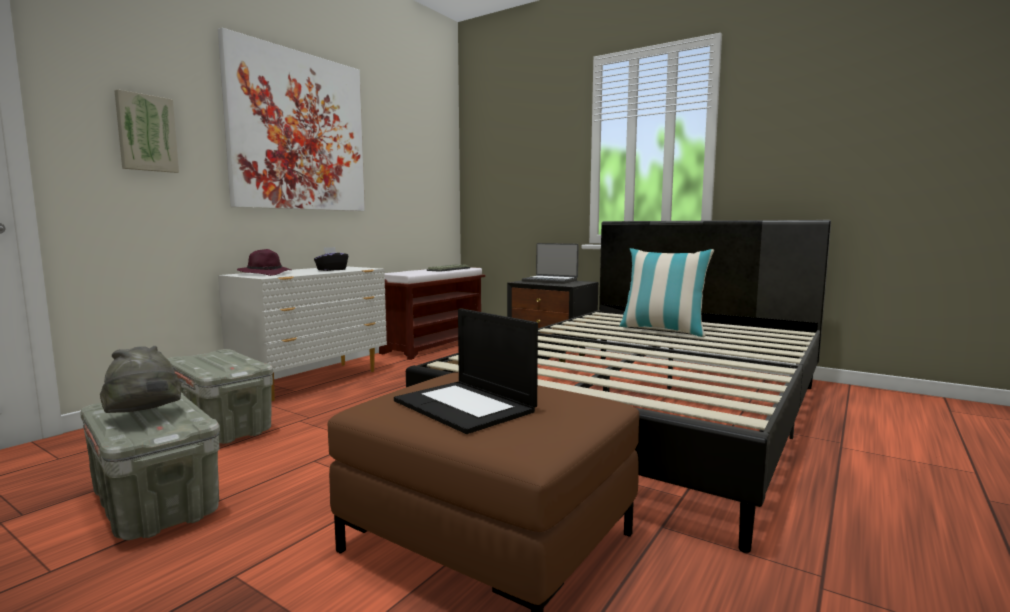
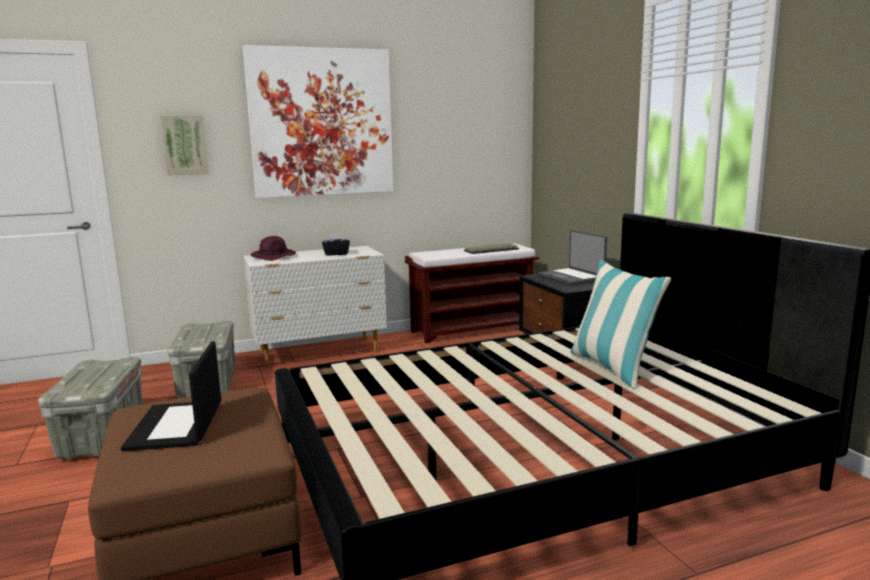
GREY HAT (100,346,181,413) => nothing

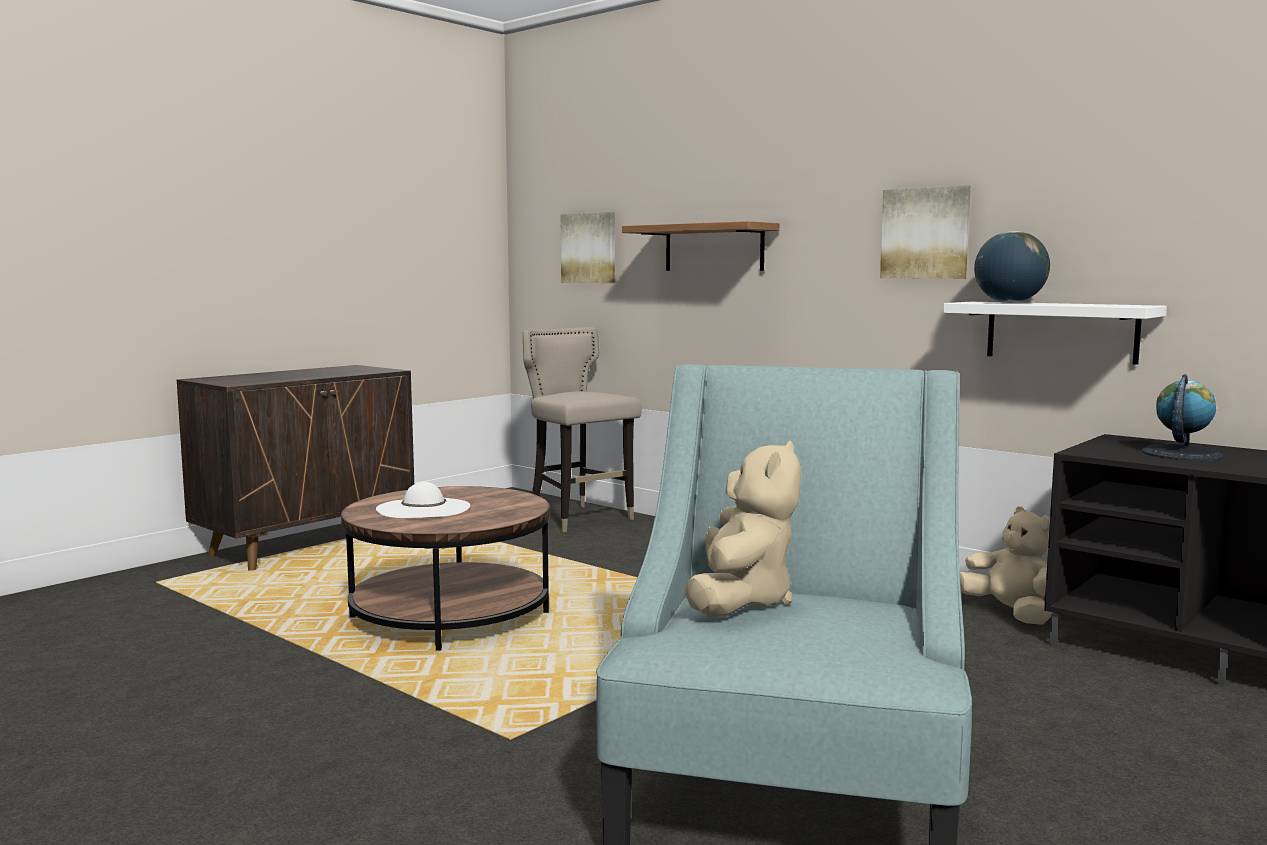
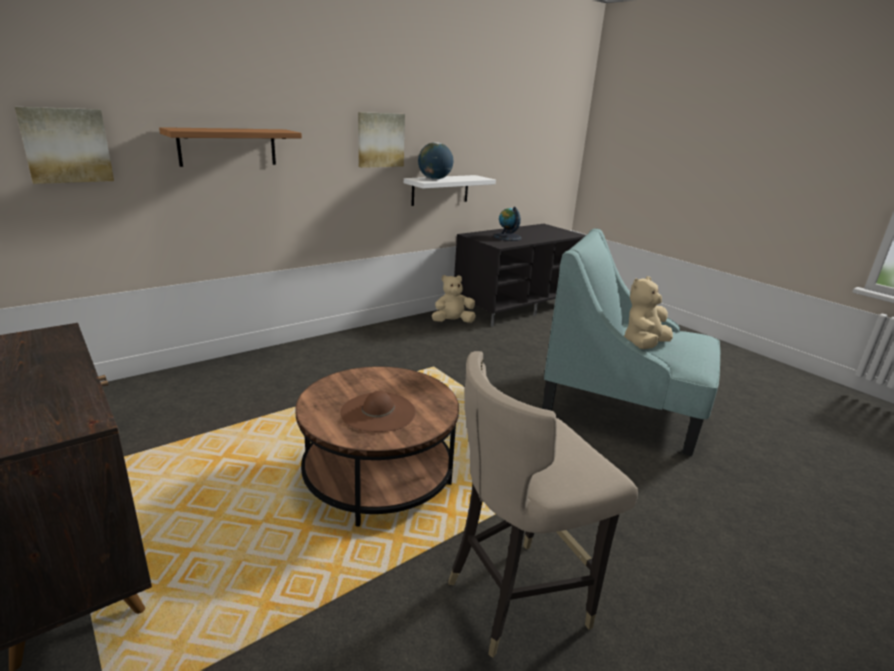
BEIGE STOOL (523,327,642,532) => BEIGE STOOL (448,351,638,658), relocated
BEIGE PLUSH TOY (685,441,801,617) => BEIGE PLUSH TOY (624,276,673,349), 75 degrees counterclockwise
WHITE HAT (376,482,470,518) => BROWN HAT (341,391,416,432)

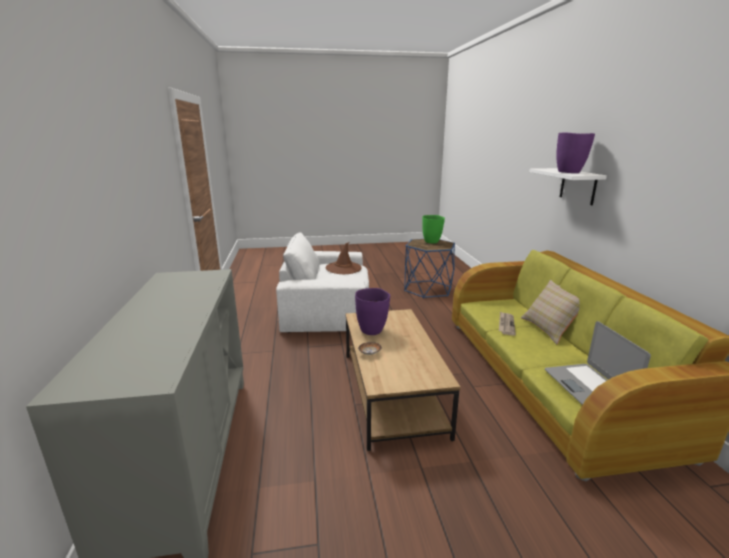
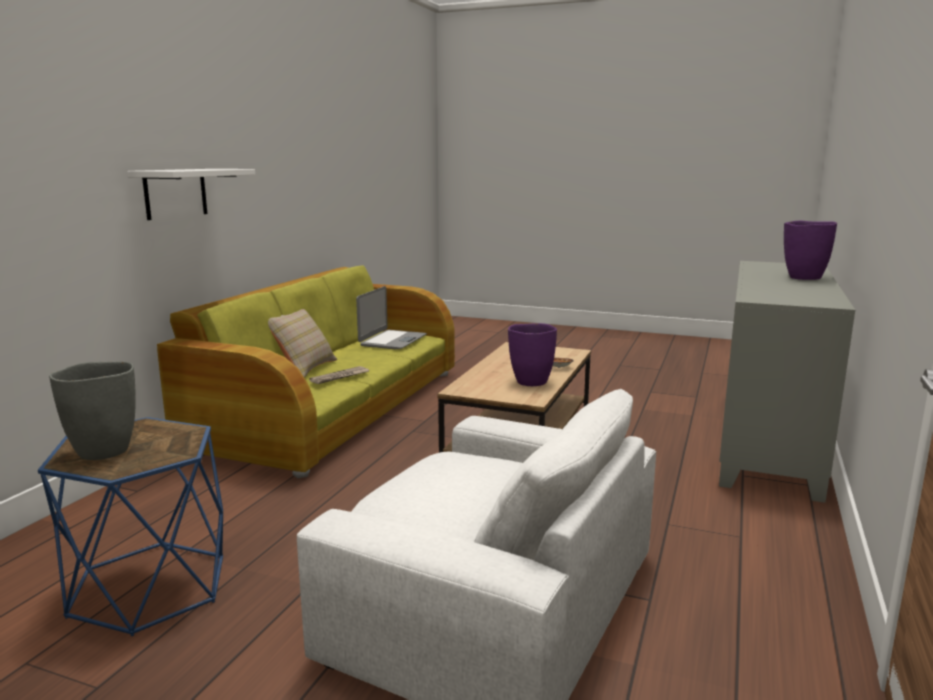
PURPLE VASE (556,132,595,173) => PURPLE VASE (784,221,837,280), relocated
GREEN VASE (422,215,445,244) => GREY VASE (49,362,136,460)
BROWN HAT (326,242,362,274) => nothing

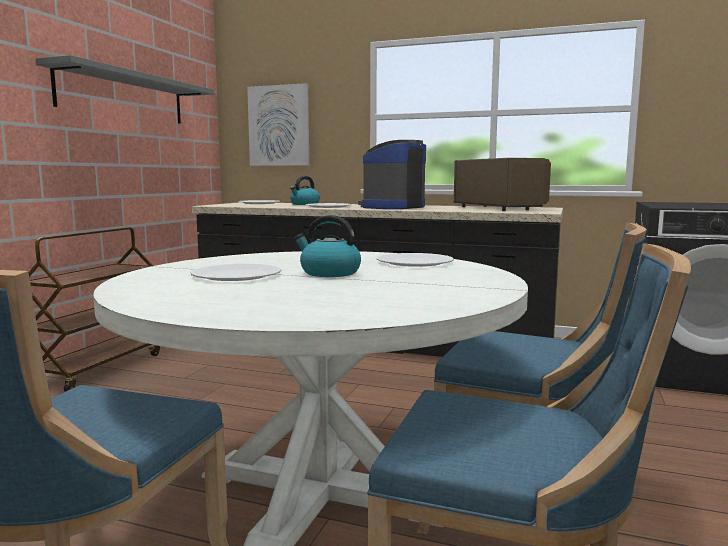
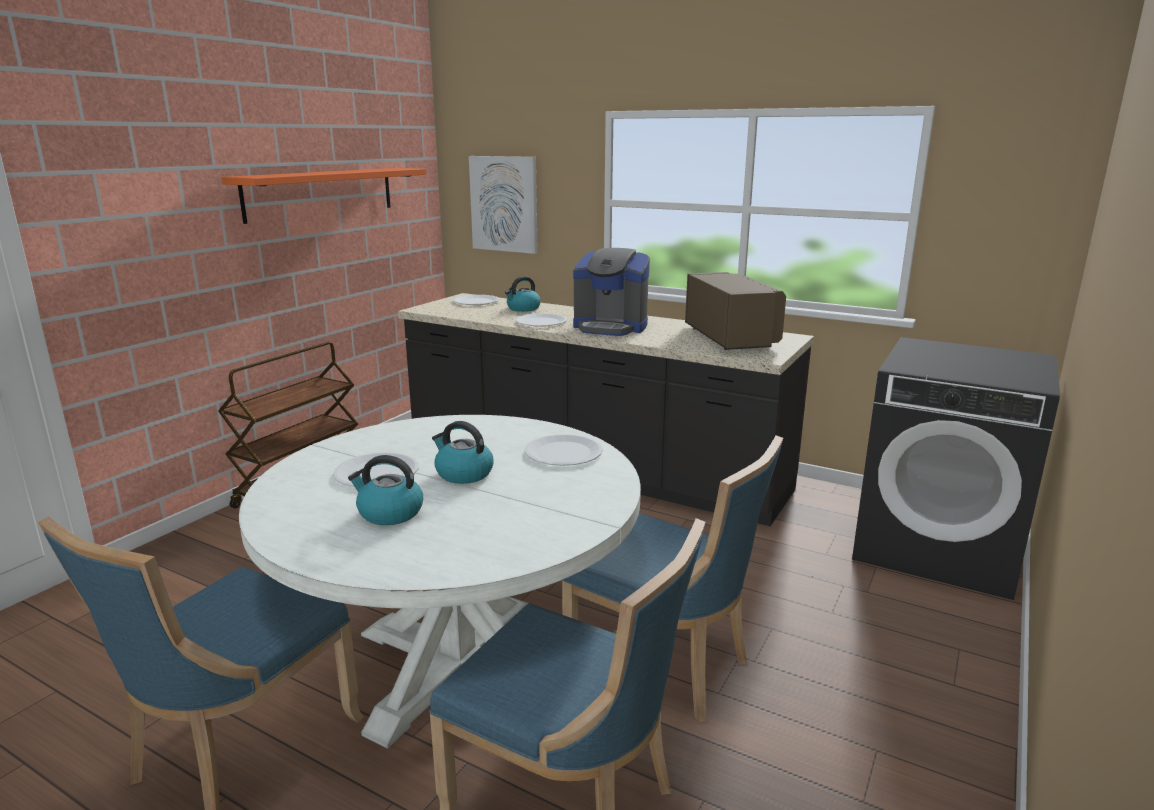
GREY SHELF (35,55,214,124) => ORANGE SHELF (221,168,426,224)
COFFEE MACHINE (358,140,426,209) => COFFEE MACHINE (573,248,650,336), 120 degrees counterclockwise
nothing => KETTLE (348,455,423,525)

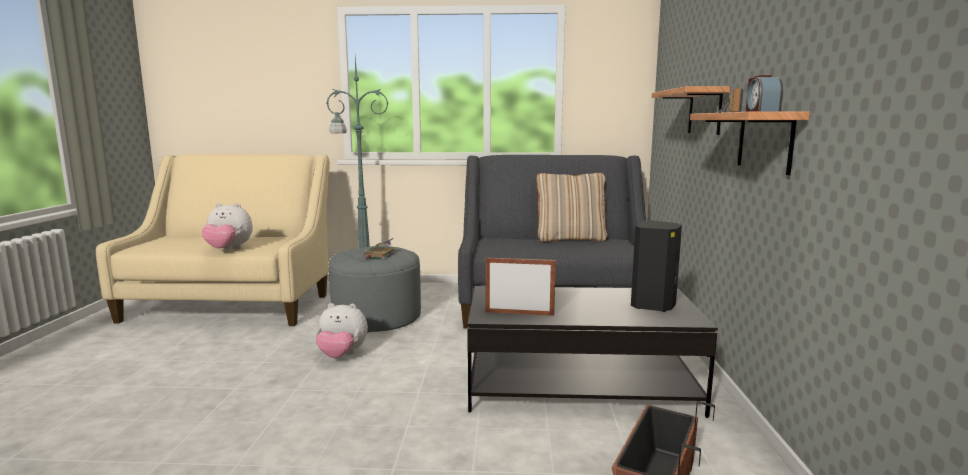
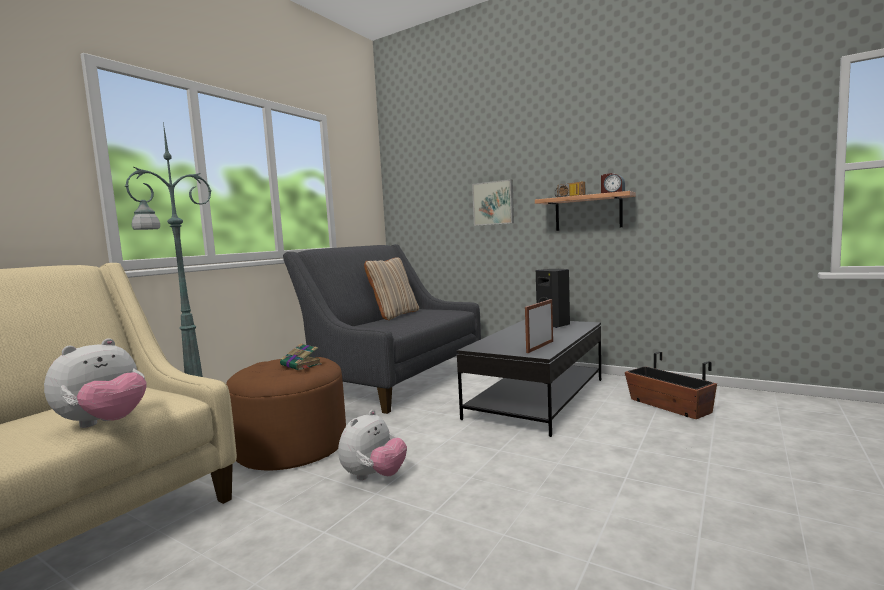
SHELF (652,86,730,135) => PICTURE (472,179,514,226)
GREY OTTOMAN (329,246,421,333) => BROWN OTTOMAN (226,357,346,470)

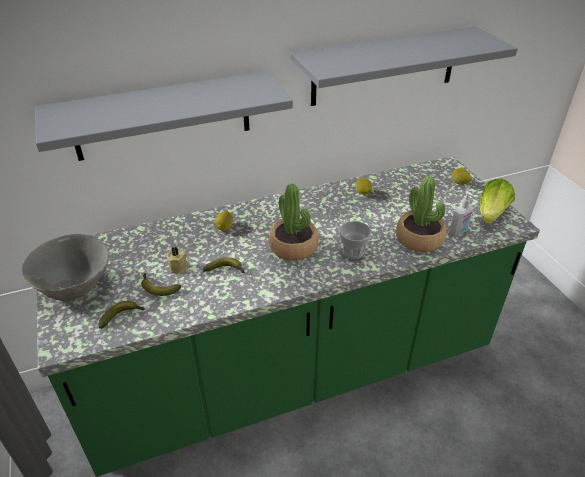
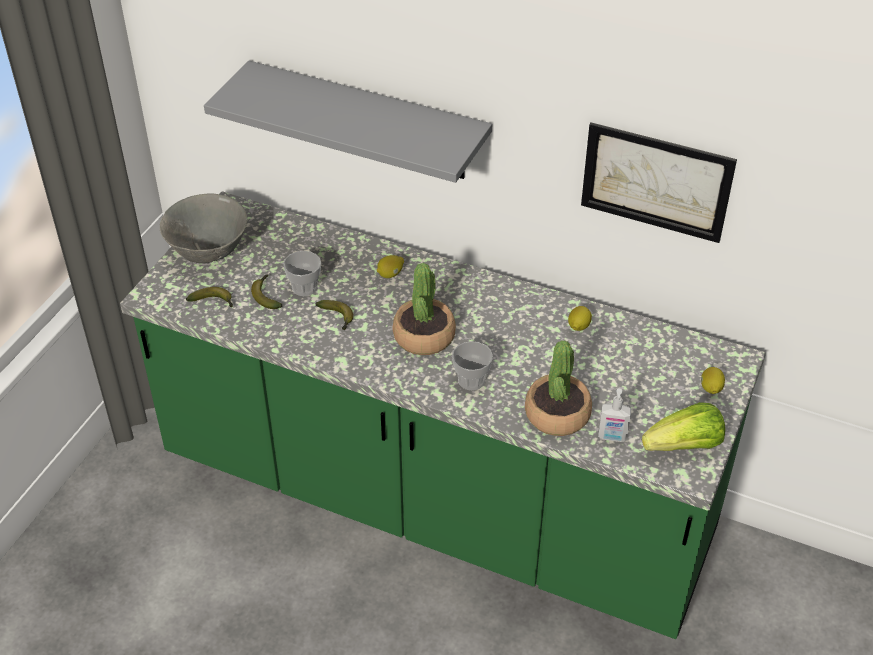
GREY SHELF (291,26,518,106) => PICTURE (581,122,737,243)
BEIGE CANDLE (166,247,189,274) => CUP (283,251,321,296)

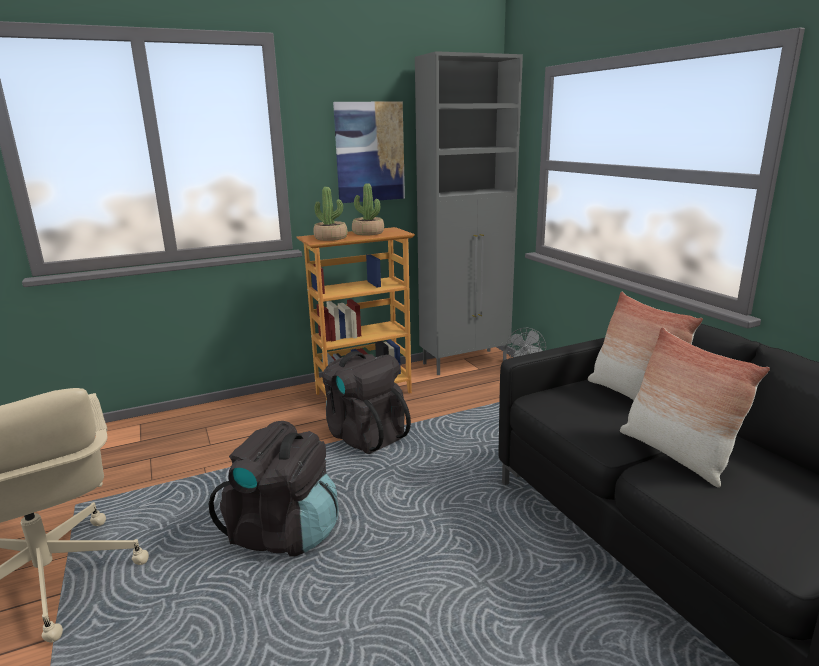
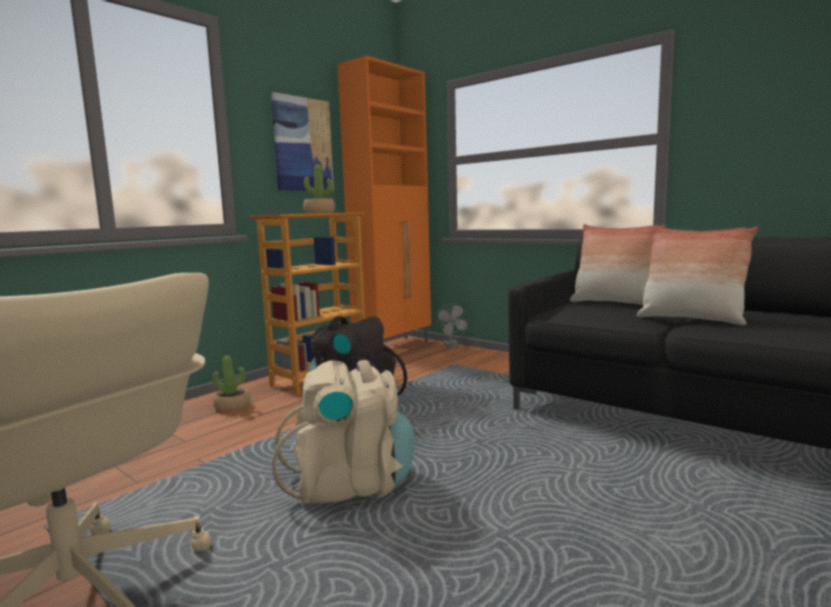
GREY CABINET (415,51,523,375) => ORANGE CABINET (337,55,431,343)
POTTED PLANT (313,187,347,241) => POTTED PLANT (212,355,250,412), relocated
BLACK BACKPACK (209,421,339,557) => BEIGE BACKPACK (272,360,415,505)

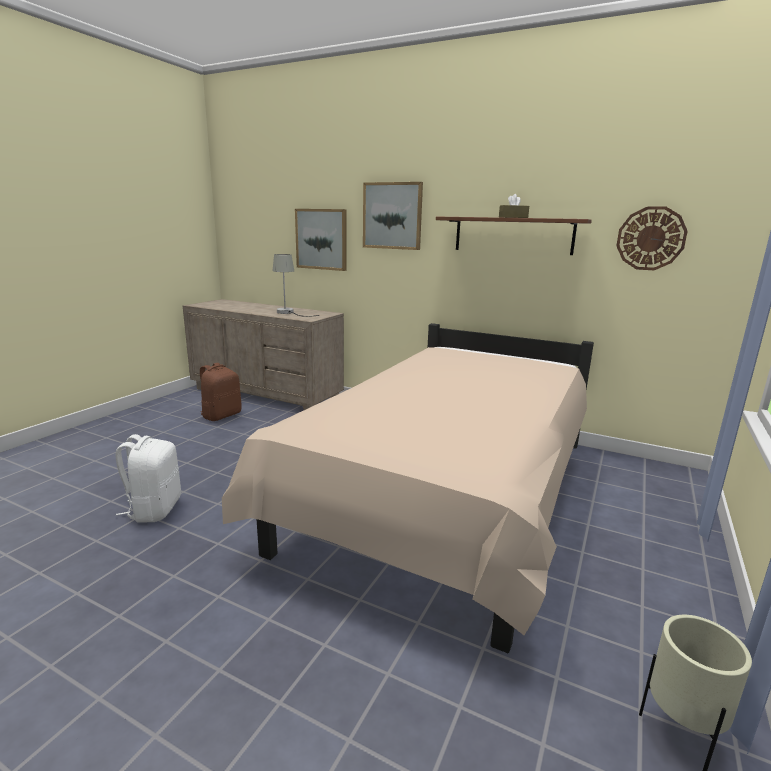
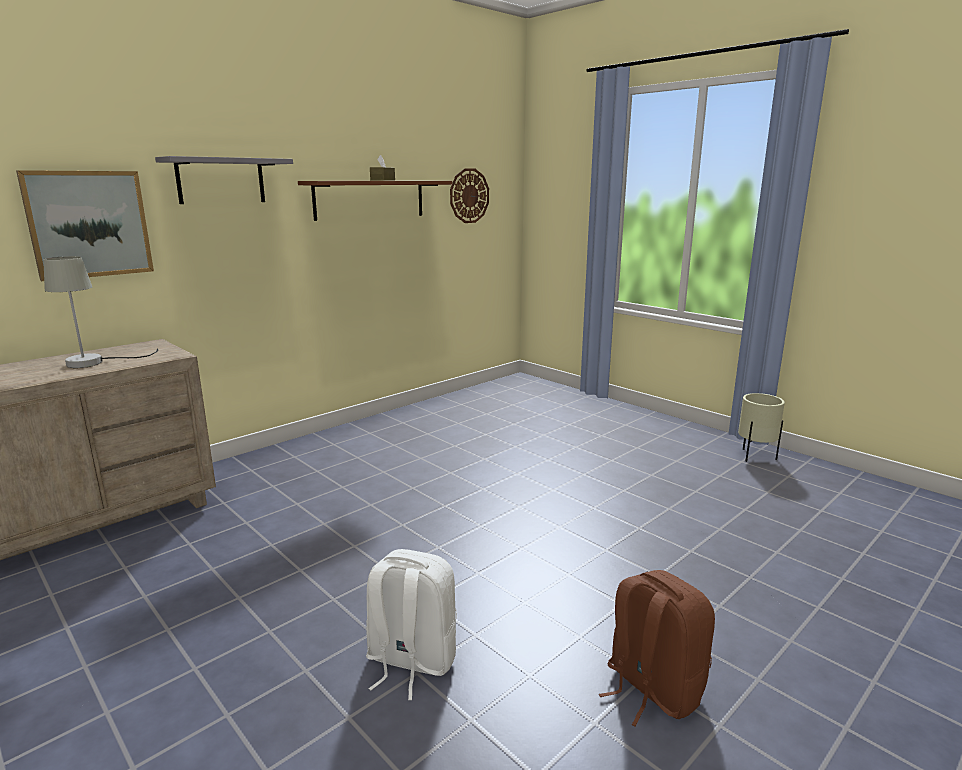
PICTURE (363,182,423,250) => GREY SHELF (155,156,293,204)
BEIGE BED (222,323,594,653) => nothing
BROWN BACKPACK (200,363,241,421) => BROWN BACKPACK (599,570,715,726), relocated

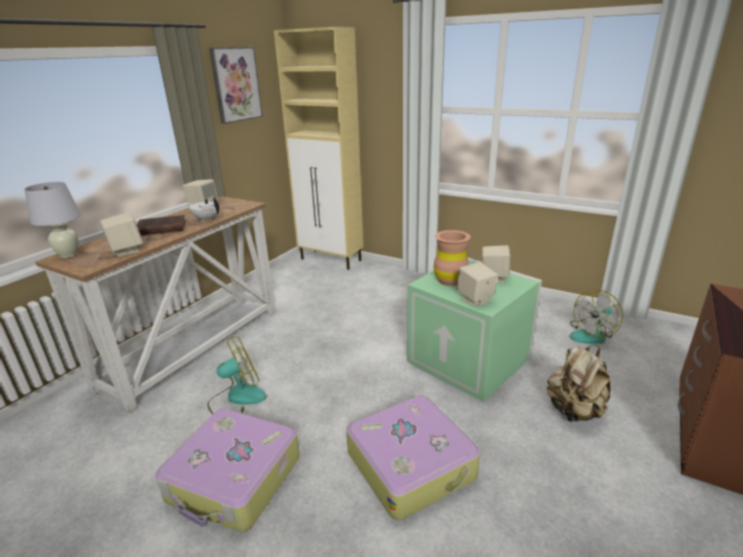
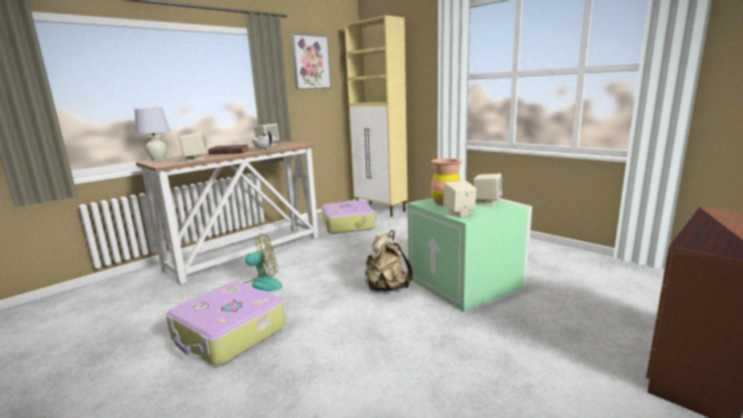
FAN (569,289,623,344) => nothing
BEIGE BACKPACK (547,345,610,422) => BEIGE BACKPACK (365,230,413,292), relocated
SUITCASE (346,395,480,520) => SUITCASE (321,200,376,234), relocated

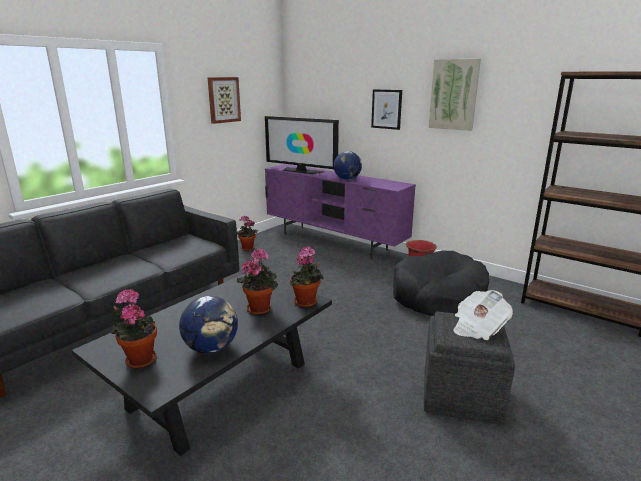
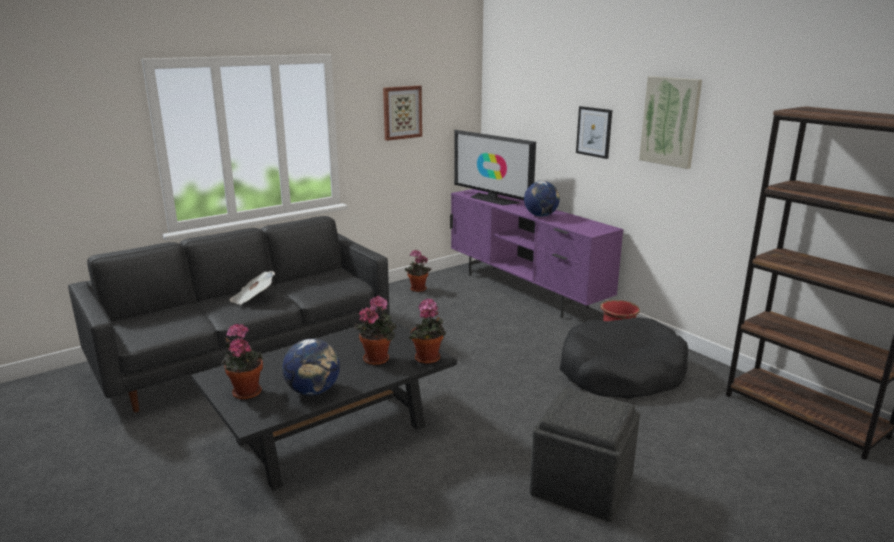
NEWSPAPER (454,290,513,340) => NEWSPAPER (229,271,275,305), relocated

